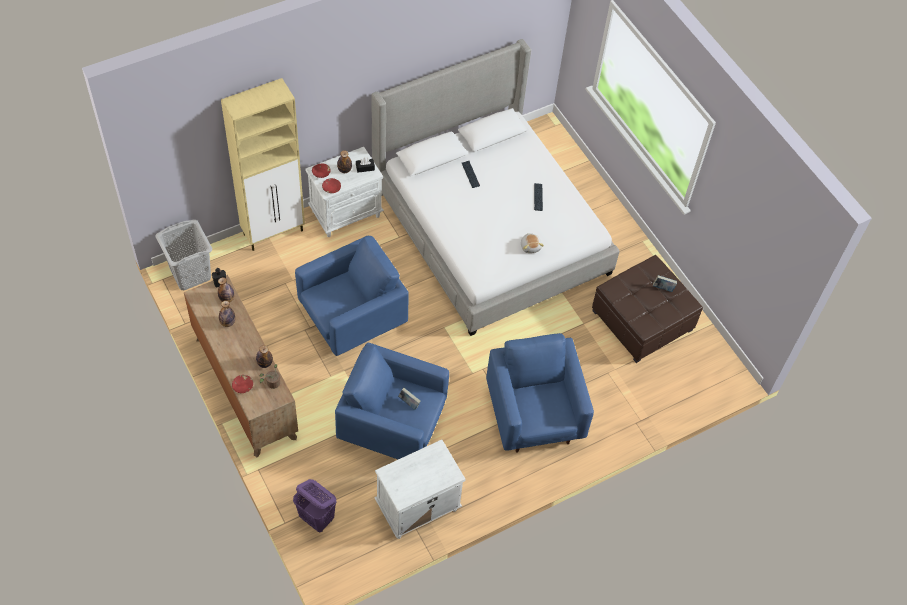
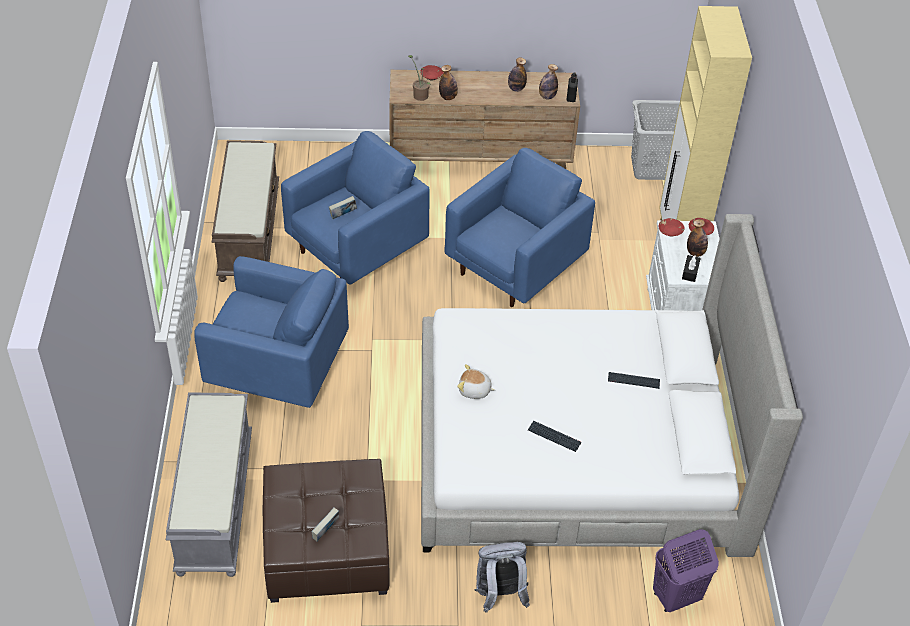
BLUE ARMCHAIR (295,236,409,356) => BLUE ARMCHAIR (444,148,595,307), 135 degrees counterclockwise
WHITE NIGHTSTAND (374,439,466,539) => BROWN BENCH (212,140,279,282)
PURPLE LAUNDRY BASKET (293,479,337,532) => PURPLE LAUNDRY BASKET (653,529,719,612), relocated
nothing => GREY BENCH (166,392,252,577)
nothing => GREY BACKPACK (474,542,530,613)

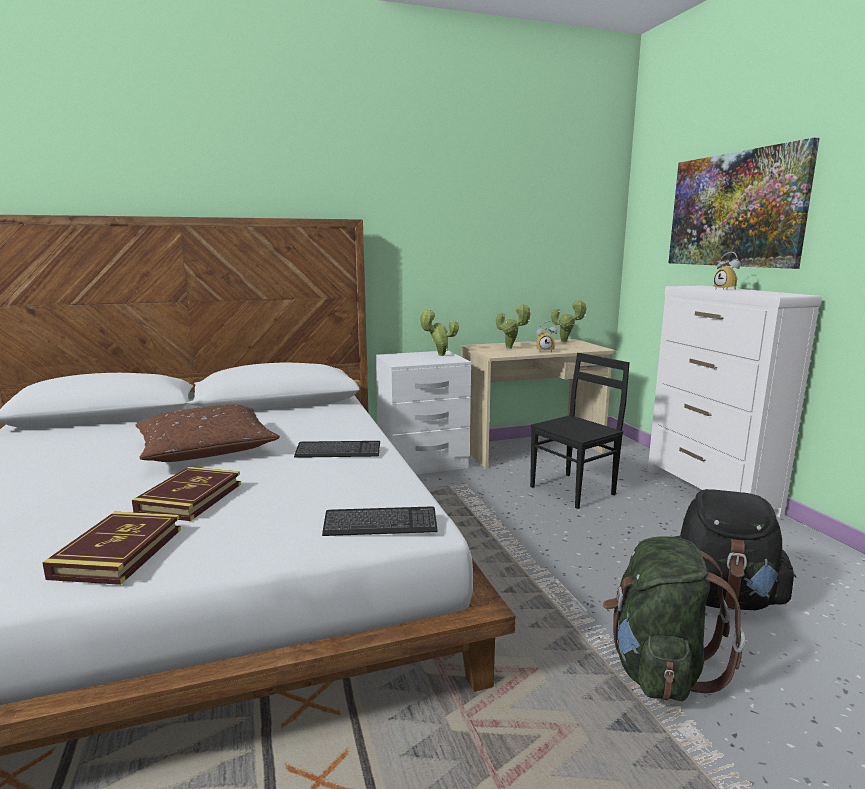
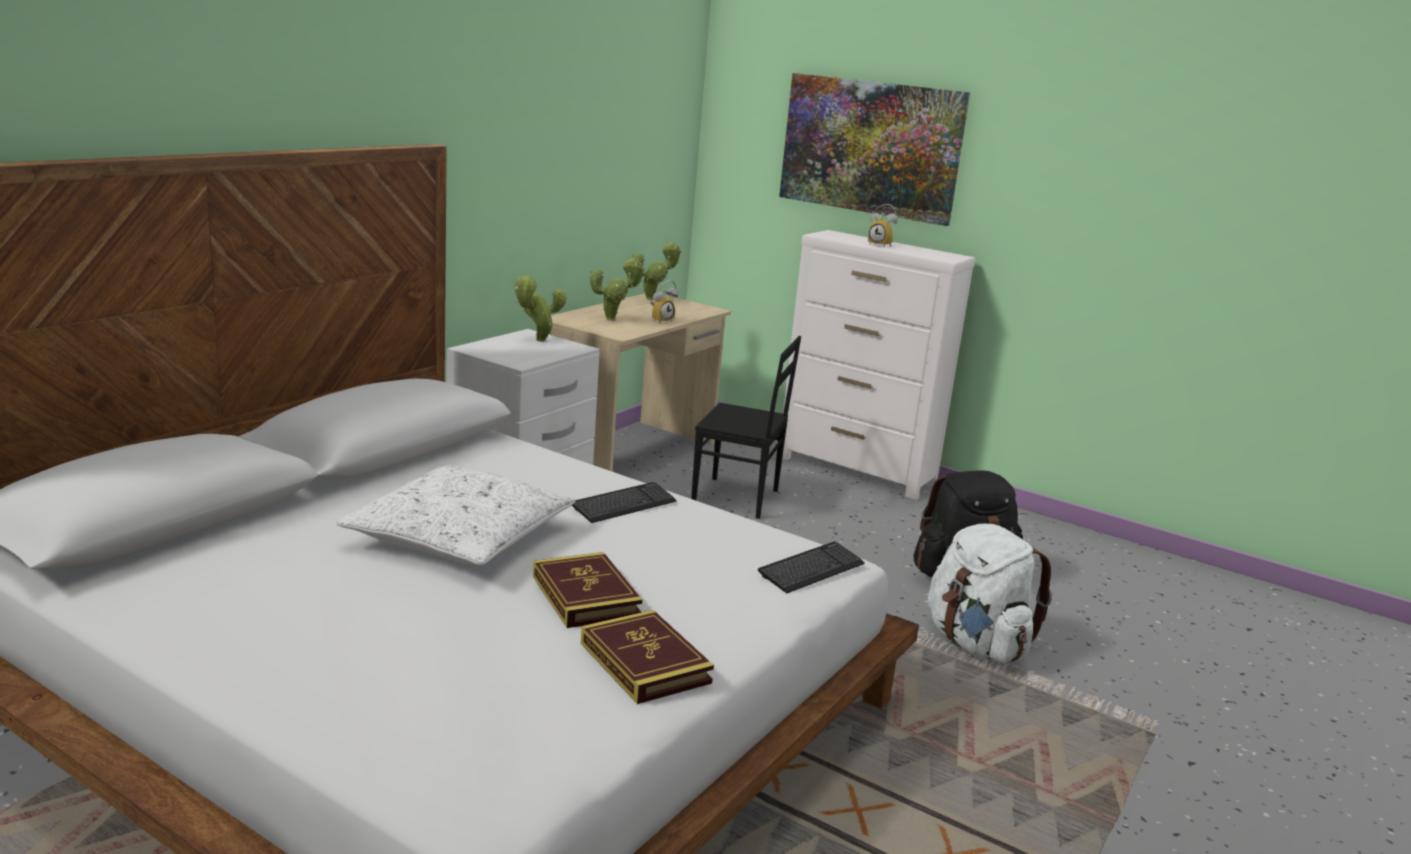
BLACK CHAIR (530,353,630,509) => BLACK CHAIR (691,336,801,519), 90 degrees clockwise
BROWN PILLOW (136,404,280,462) => WHITE PILLOW (336,465,576,565)
GREEN BACKPACK (603,537,745,701) => WHITE BACKPACK (928,524,1052,663)

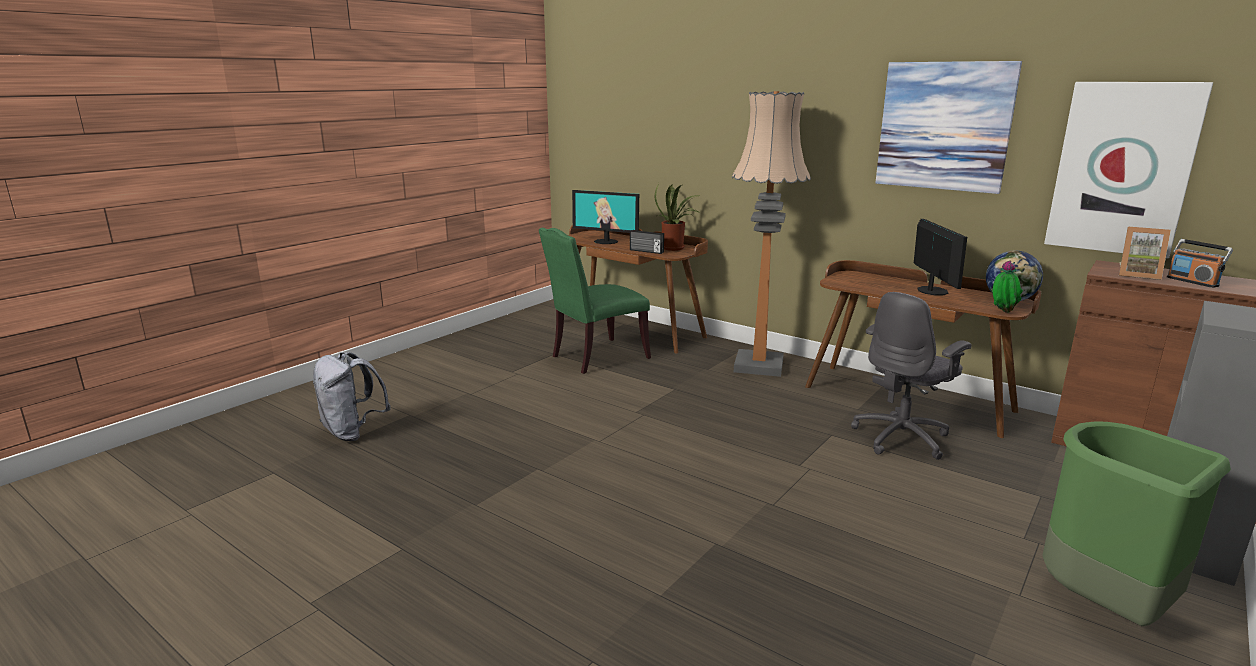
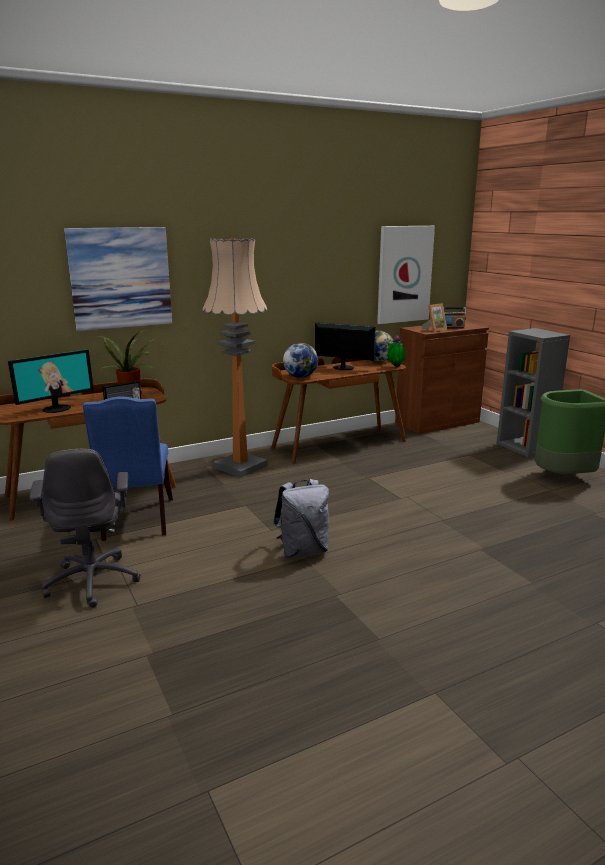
PICTURE (875,61,1022,194) => PICTURE (64,227,172,331), relocated
GREEN CHAIR (539,228,651,374) => BLUE CHAIR (83,397,173,541)
GREY OFFICE CHAIR (851,292,972,460) => GREY OFFICE CHAIR (29,449,141,608), relocated
GREY BACKPACK (313,352,391,441) => GREY BACKPACK (273,479,329,558), relocated
nothing => GLOBE (283,343,318,378)

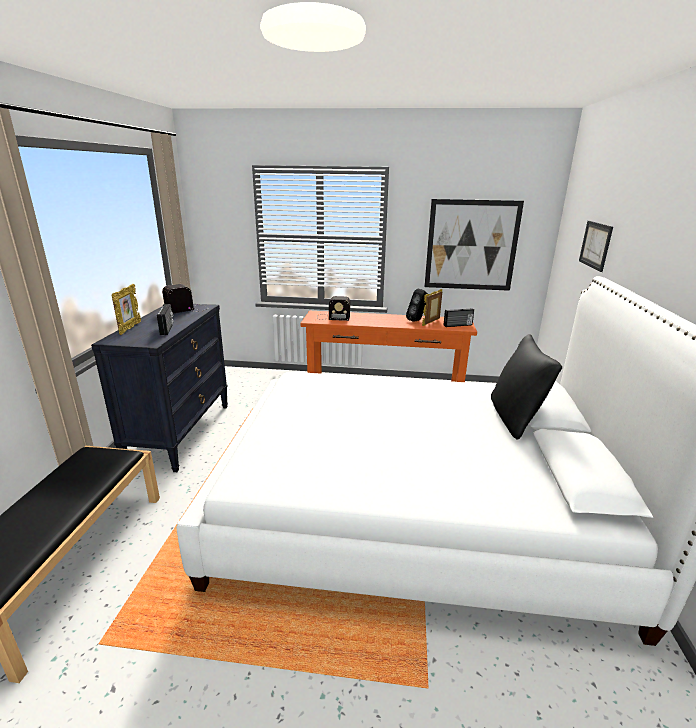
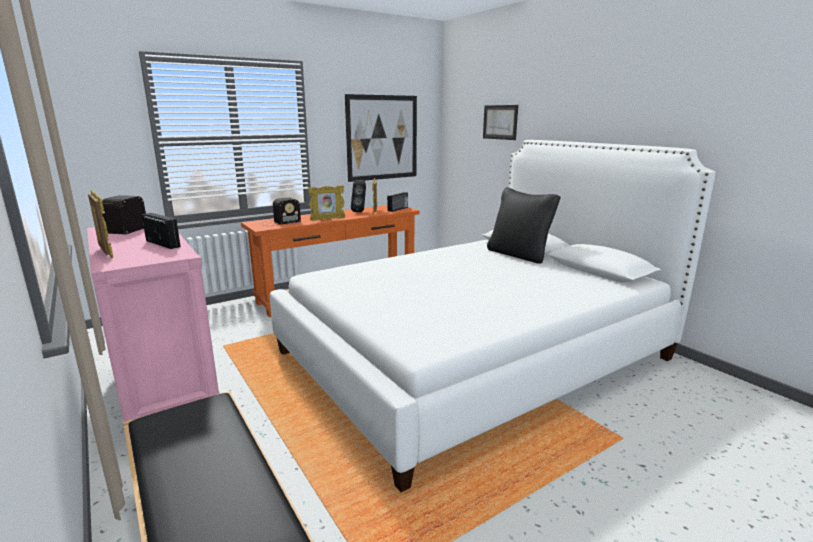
BLACK DRESSER (91,304,228,472) => PINK DRESSER (87,227,220,422)
nothing => PICTURE FRAME (308,185,346,221)

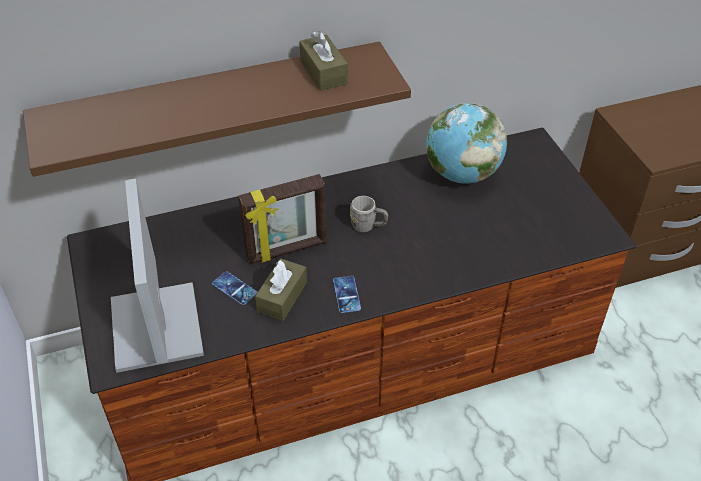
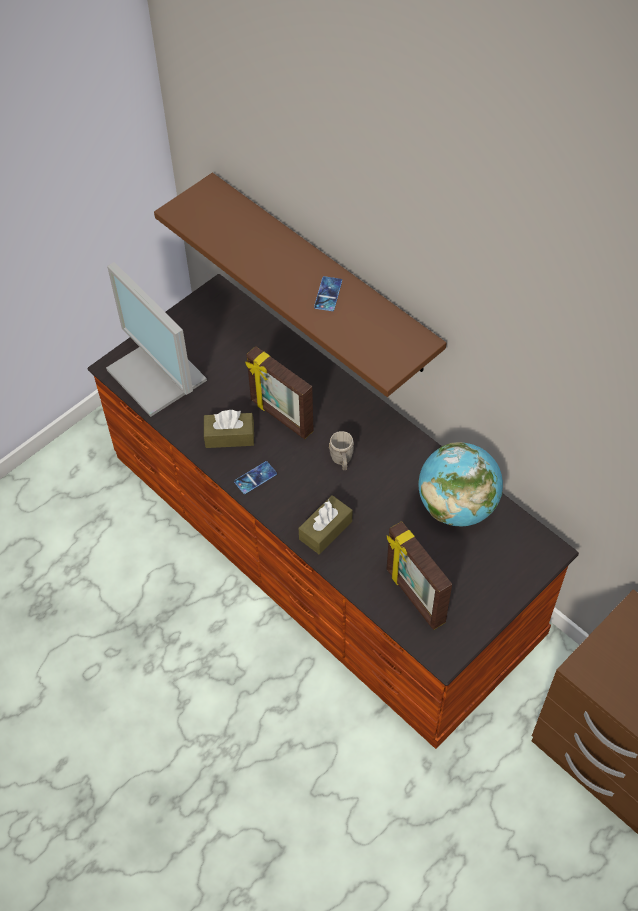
BROWN TISSUE BOX (299,31,348,91) => BROWN TISSUE BOX (299,495,352,554), relocated
MONITOR (111,179,204,373) => MONITOR (106,262,207,417), 90 degrees counterclockwise
PHONE (212,271,257,305) => PHONE (314,276,342,311), relocated
nothing => PICTURE FRAME (387,521,452,630)

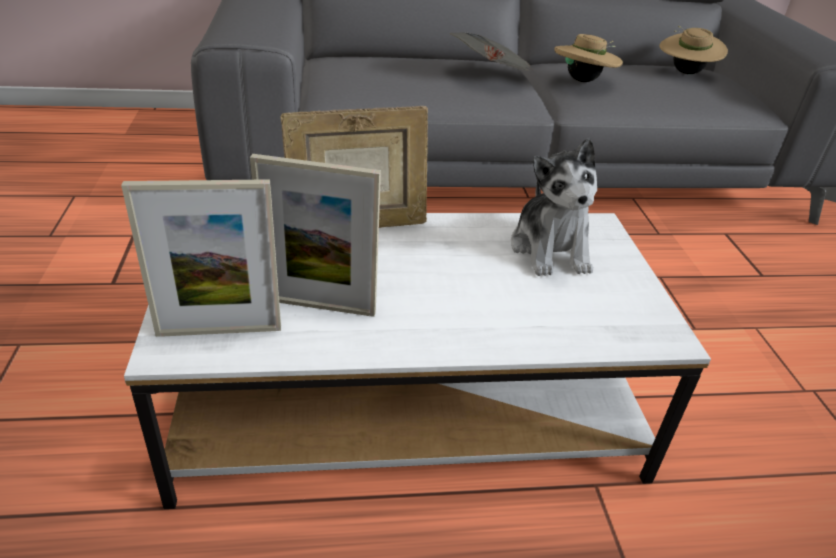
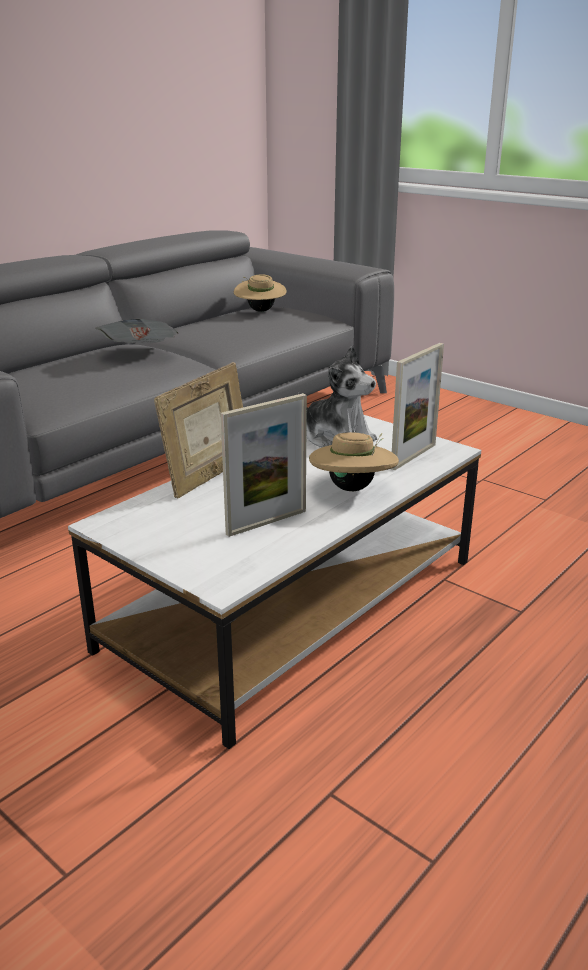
BEIGE HAT (554,34,623,82) => BEIGE HAT (309,432,399,491), relocated
PICTURE FRAME (121,179,281,337) => PICTURE FRAME (391,343,444,470), relocated

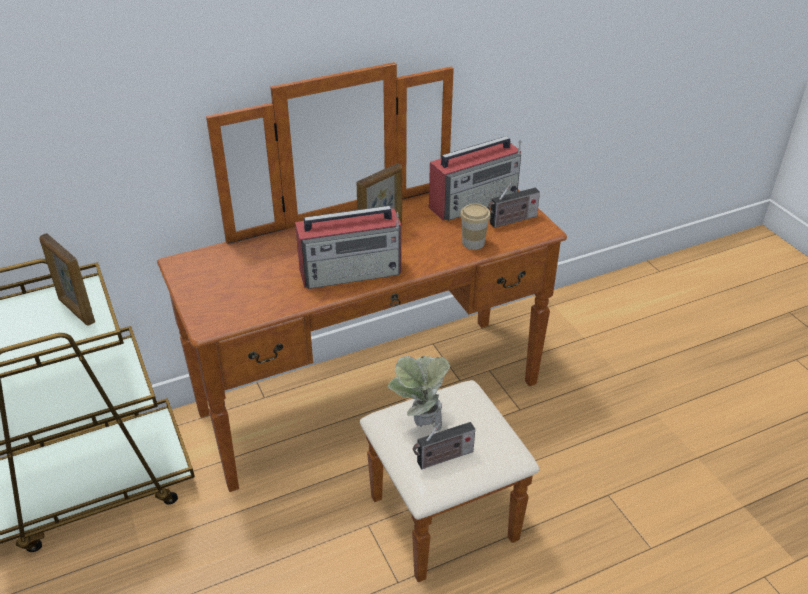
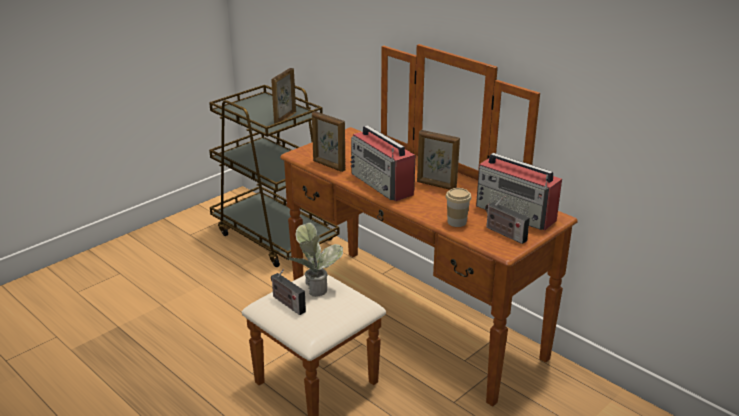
nothing => PICTURE FRAME (312,111,345,172)

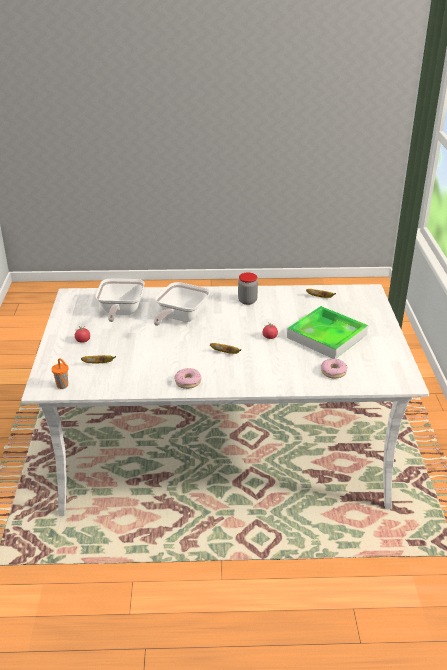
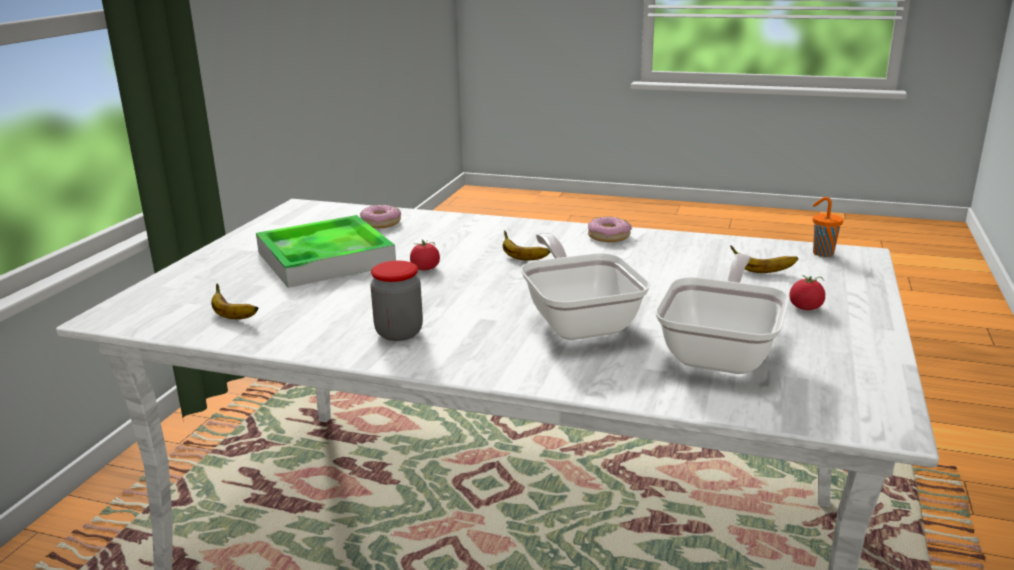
FRYING PAN (153,282,210,326) => FRYING PAN (521,233,651,340), 60 degrees counterclockwise

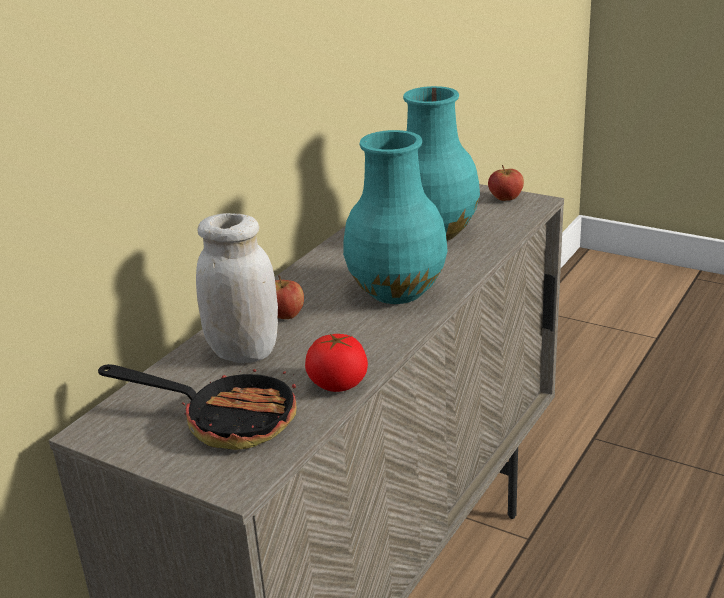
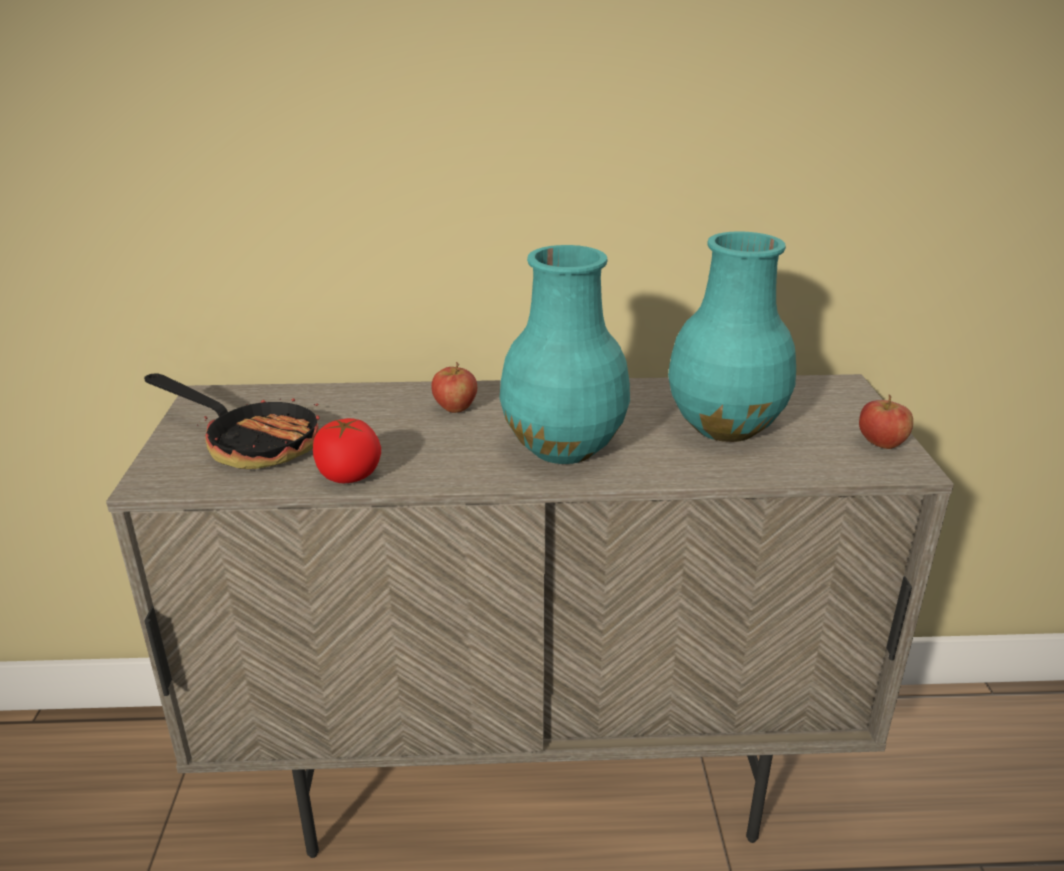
WHITE JAR (196,213,278,363) => nothing
FRYING PAN (98,364,296,450) => FRYING PAN (144,373,320,469), 45 degrees counterclockwise

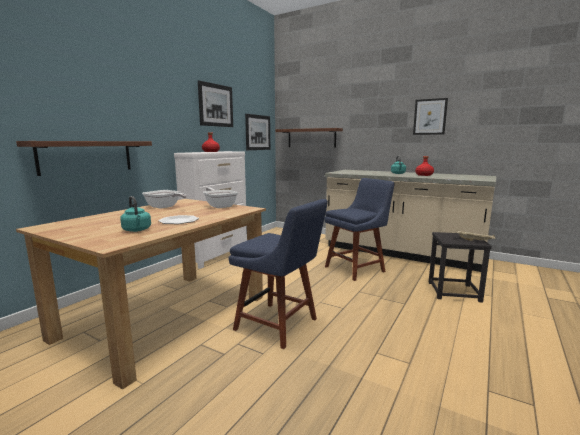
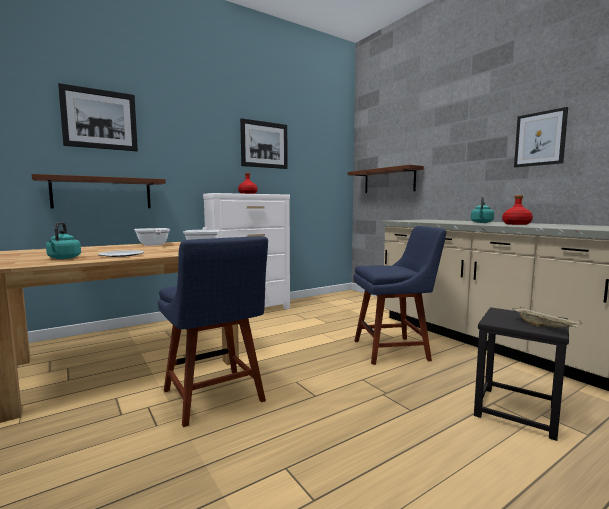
PICTURE (245,114,270,150) => PICTURE (58,83,138,151), relocated

